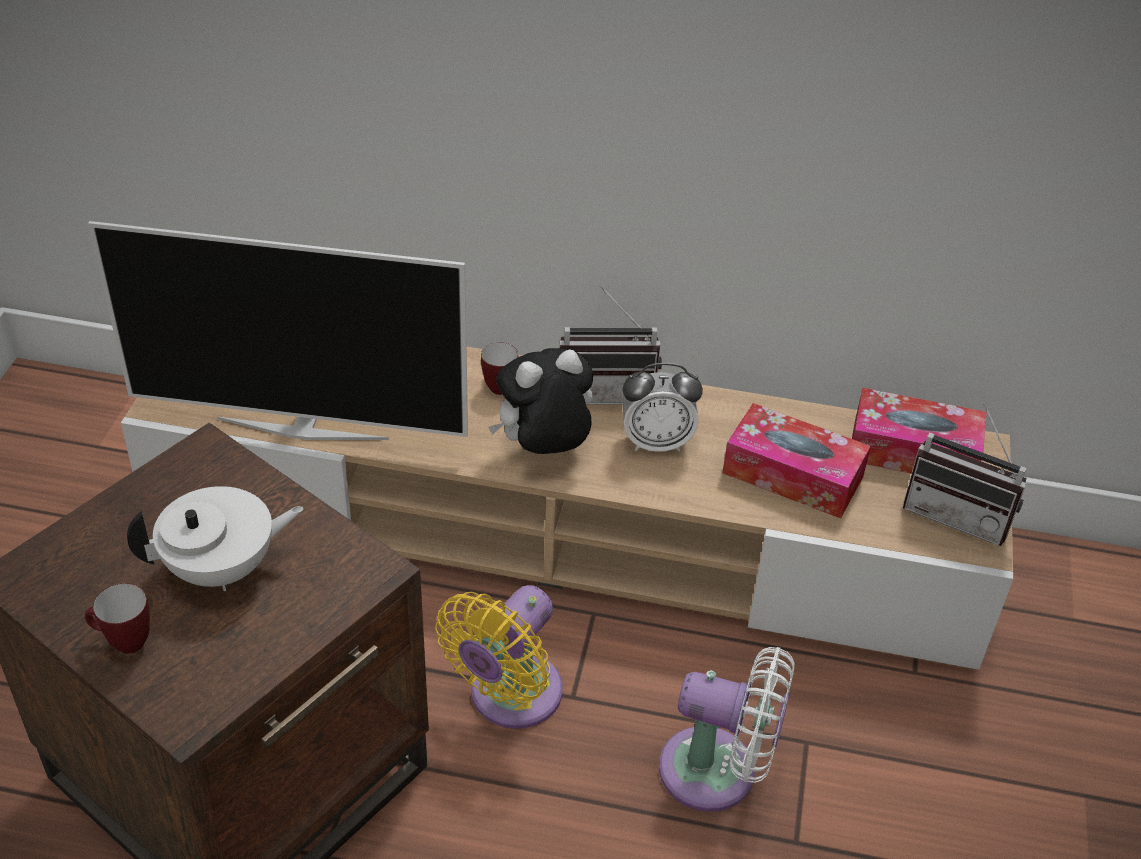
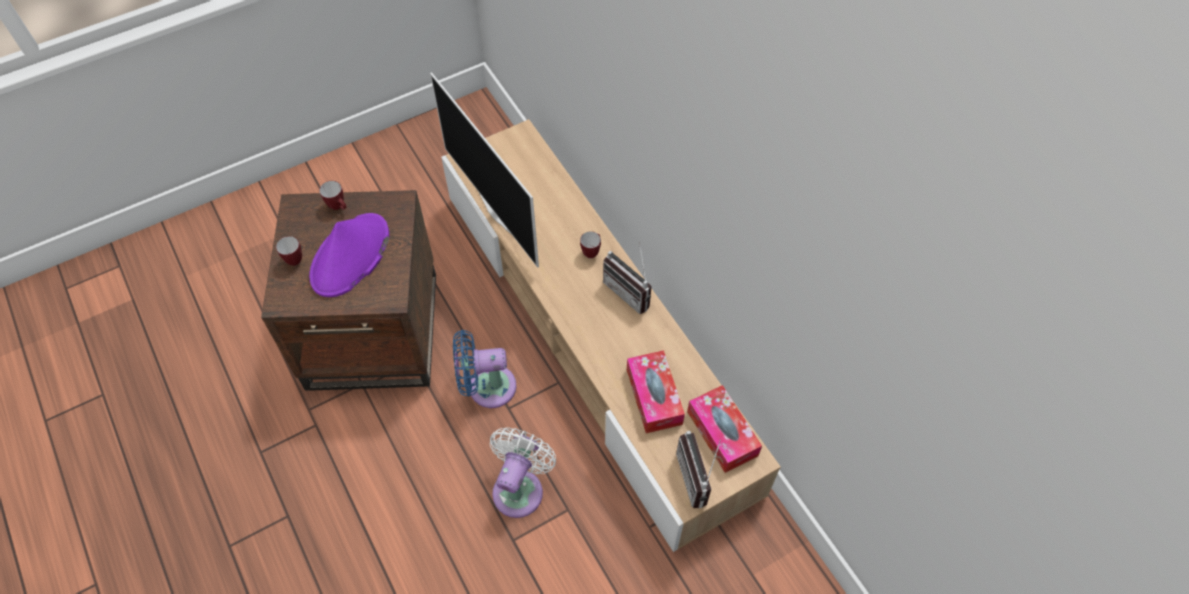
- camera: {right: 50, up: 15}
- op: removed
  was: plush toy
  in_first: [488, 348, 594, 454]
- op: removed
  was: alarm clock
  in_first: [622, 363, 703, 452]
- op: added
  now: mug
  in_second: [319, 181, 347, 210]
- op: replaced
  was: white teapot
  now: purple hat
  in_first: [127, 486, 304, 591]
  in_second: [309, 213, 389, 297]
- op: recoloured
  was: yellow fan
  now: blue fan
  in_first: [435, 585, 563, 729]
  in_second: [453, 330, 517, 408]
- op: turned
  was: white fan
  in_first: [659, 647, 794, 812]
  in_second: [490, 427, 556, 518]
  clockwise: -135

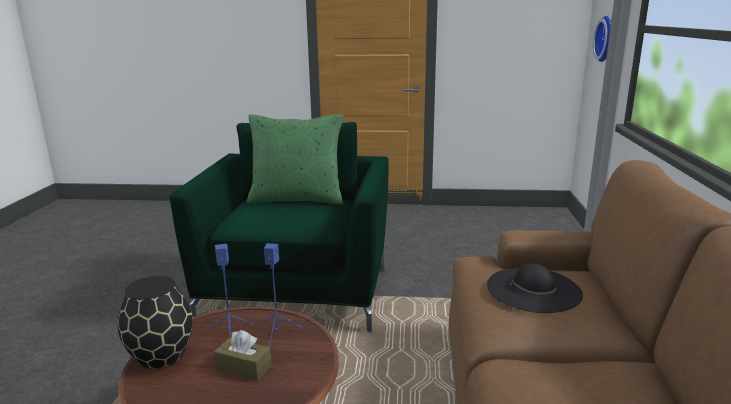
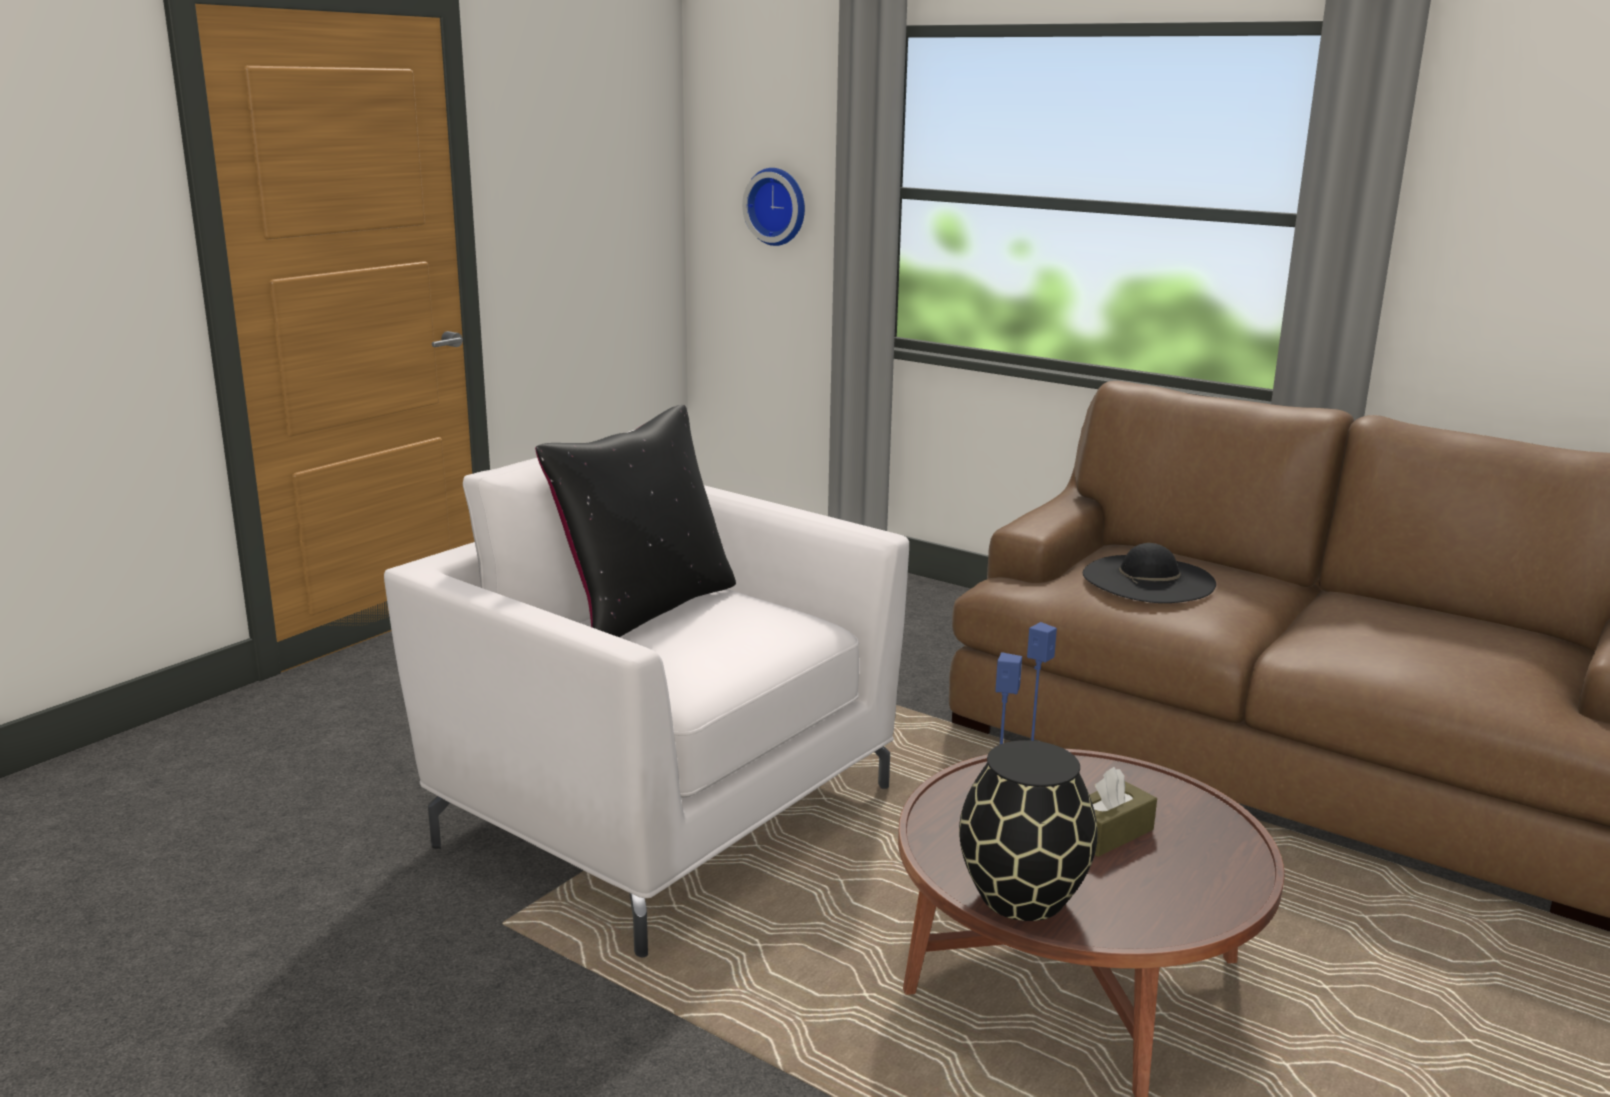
- camera: {right: -60, up: 0}
- op: recoloured
  was: green armchair
  now: white armchair
  in_first: [170, 122, 389, 332]
  in_second: [384, 429, 909, 957]
- op: recoloured
  was: green pillow
  now: black pillow
  in_first: [247, 114, 344, 204]
  in_second: [535, 405, 736, 637]

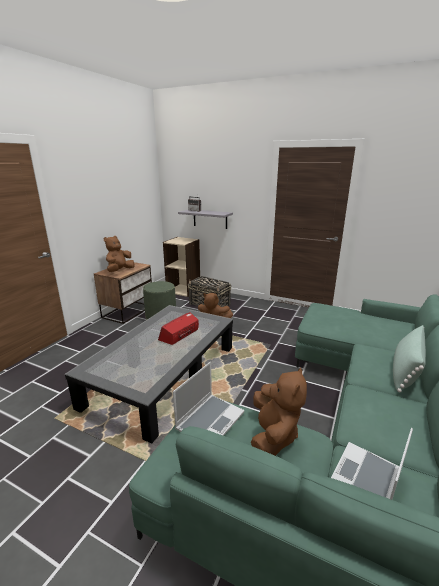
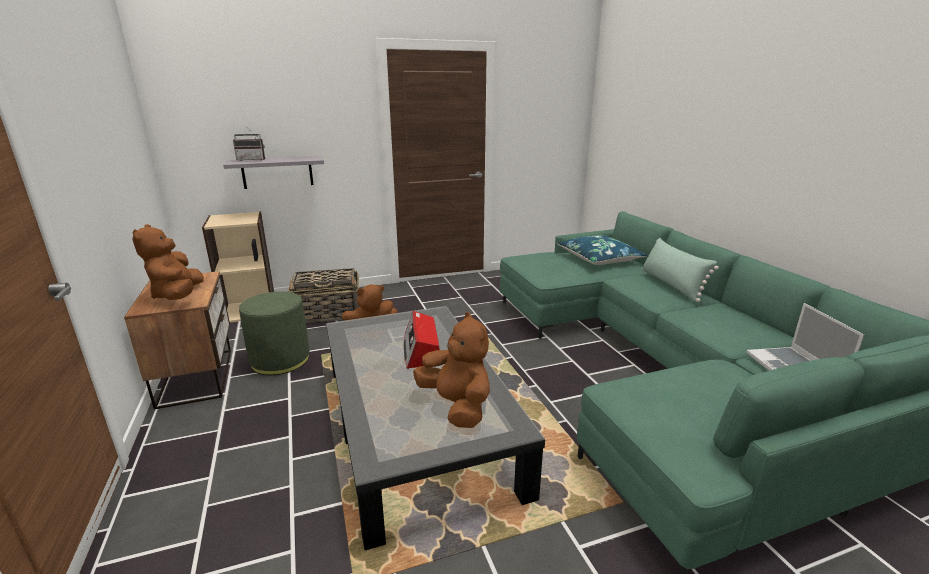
- camera: {right: -45, up: 0}
- op: removed
  was: laptop
  in_first: [173, 362, 245, 436]
- op: added
  now: blue pillow
  in_second: [557, 235, 647, 265]
- op: moved
  was: brown plush toy
  in_first: [251, 368, 307, 456]
  in_second: [413, 312, 490, 428]

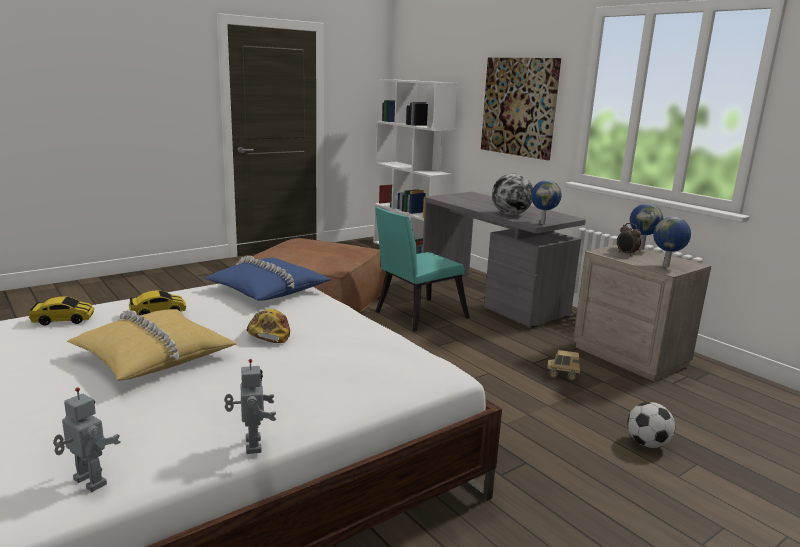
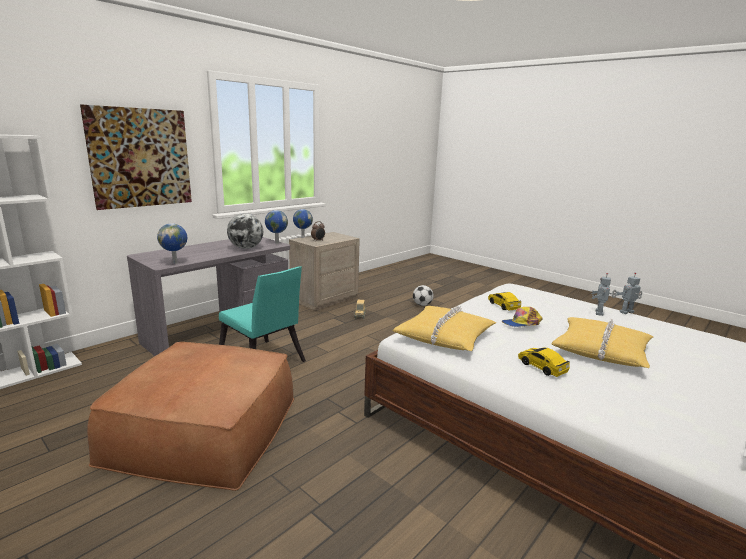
- camera: {right: -100, up: 0}
- op: moved
  was: toy car
  in_first: [29, 296, 94, 325]
  in_second: [488, 292, 521, 311]
- op: moved
  was: toy robot
  in_first: [53, 387, 120, 492]
  in_second: [591, 273, 617, 316]
- op: moved
  was: globe
  in_first: [653, 217, 691, 267]
  in_second: [157, 223, 187, 264]
- op: recoloured
  was: blue pillow
  now: yellow pillow
  in_first: [204, 256, 331, 301]
  in_second: [393, 306, 496, 351]

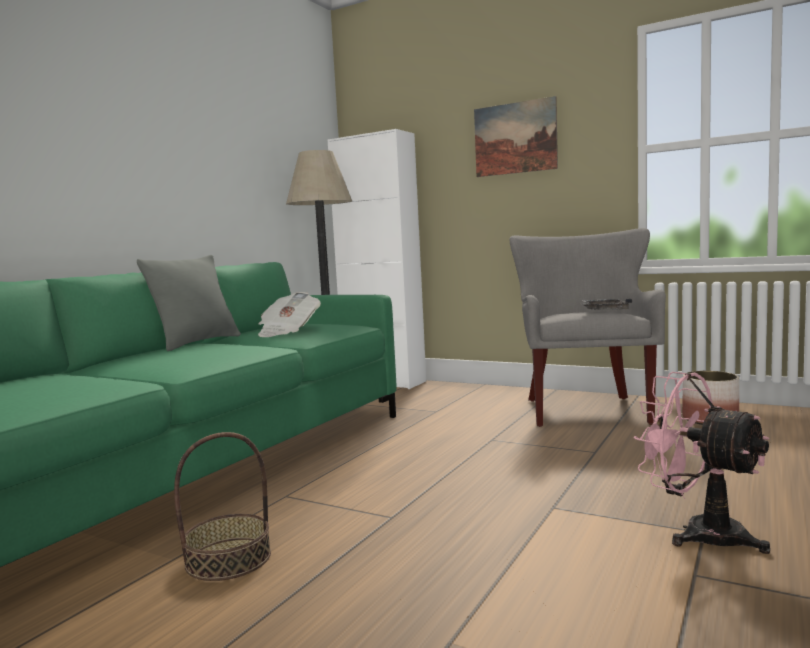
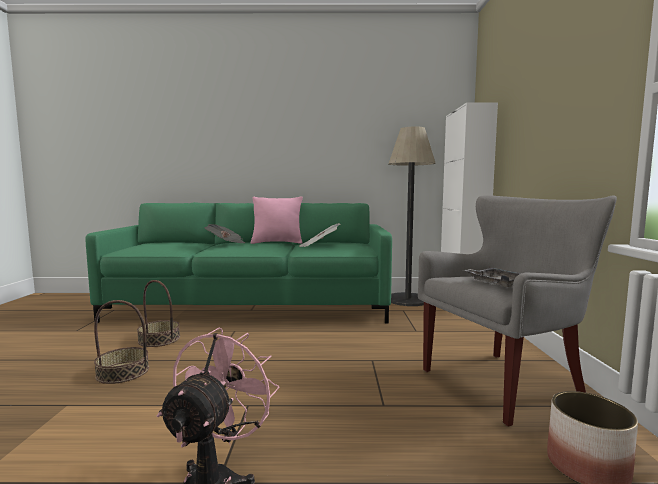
- camera: {right: 60, up: 0}
- op: removed
  was: picture
  in_first: [474, 96, 558, 177]
- op: added
  now: basket
  in_second: [94, 300, 149, 384]
- op: added
  now: newspaper
  in_second: [205, 224, 246, 243]
- op: recoloured
  was: grey pillow
  now: pink pillow
  in_first: [137, 255, 241, 351]
  in_second: [251, 196, 303, 244]

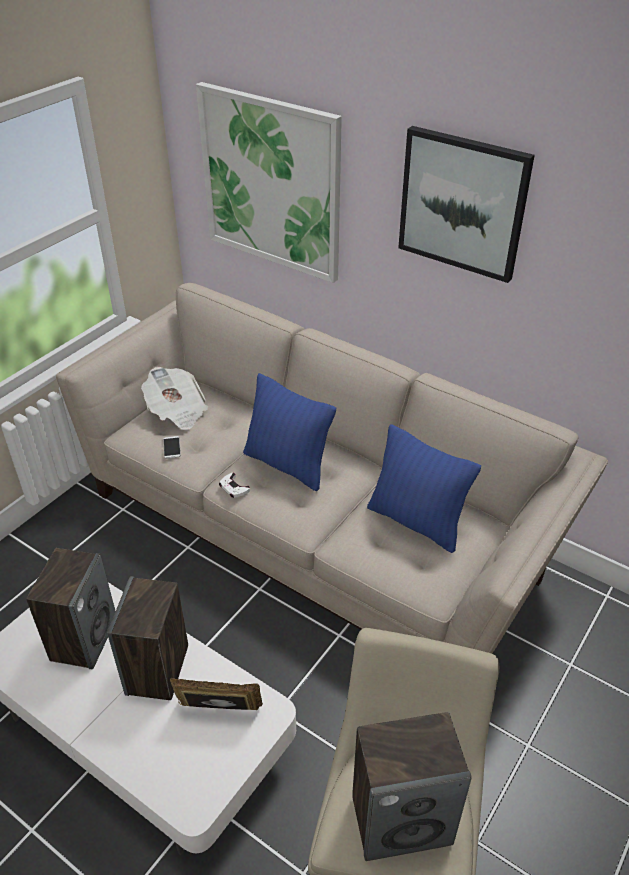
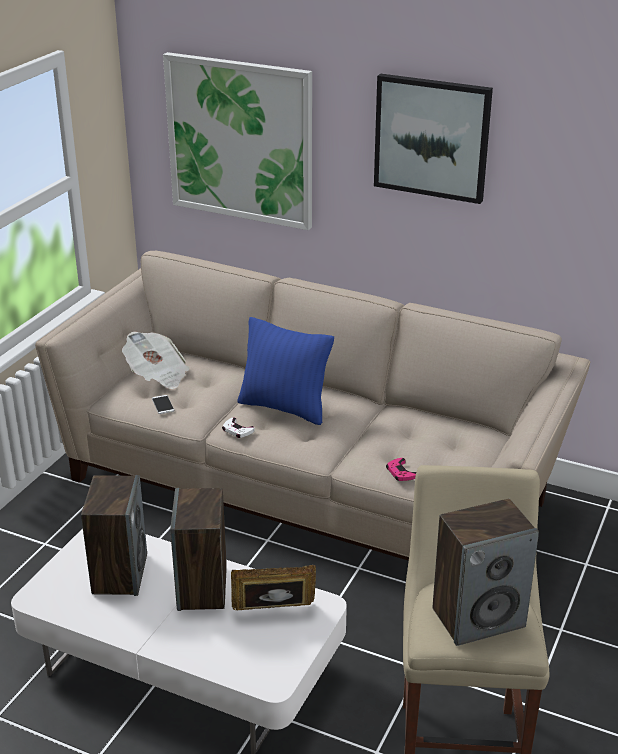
- camera: {right: -10, up: -10}
- op: removed
  was: blue pillow
  in_first: [367, 424, 481, 553]
- op: added
  now: pink game controller
  in_second: [386, 458, 416, 481]

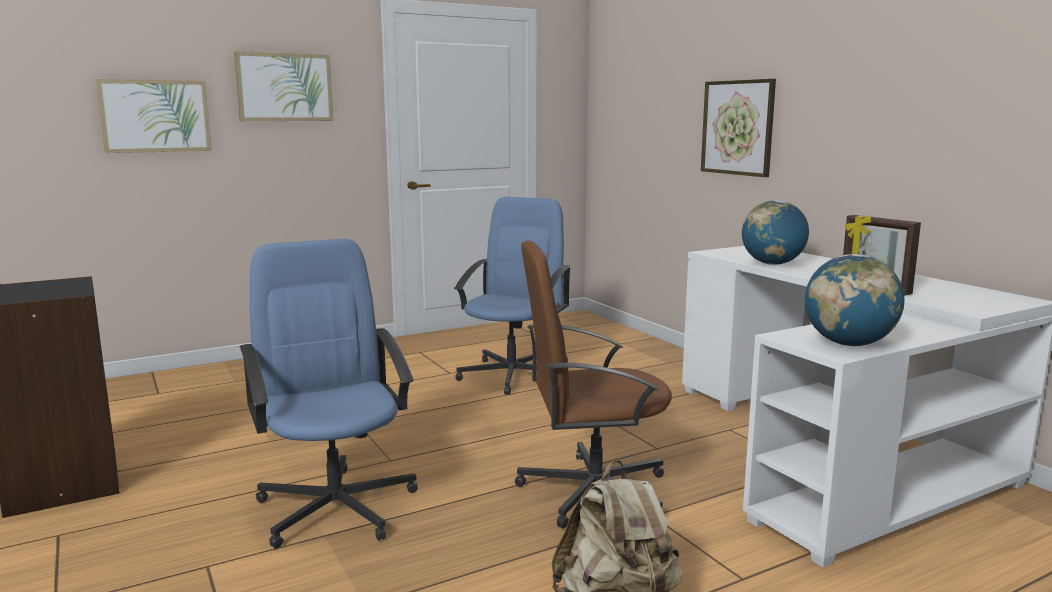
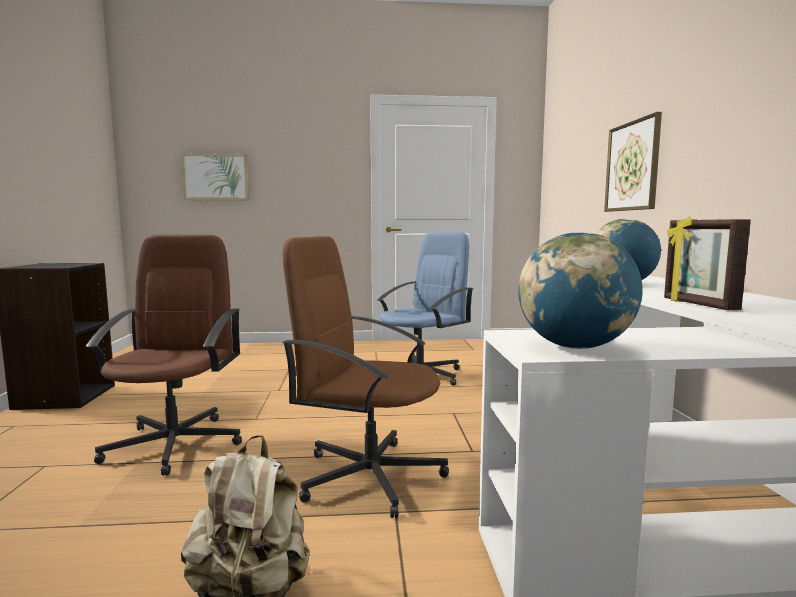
- camera: {right: 25, up: -5}
- op: removed
  was: picture
  in_first: [234, 51, 333, 121]
- op: recoloured
  was: blue office chair
  now: brown office chair
  in_first: [239, 239, 418, 548]
  in_second: [86, 235, 242, 476]

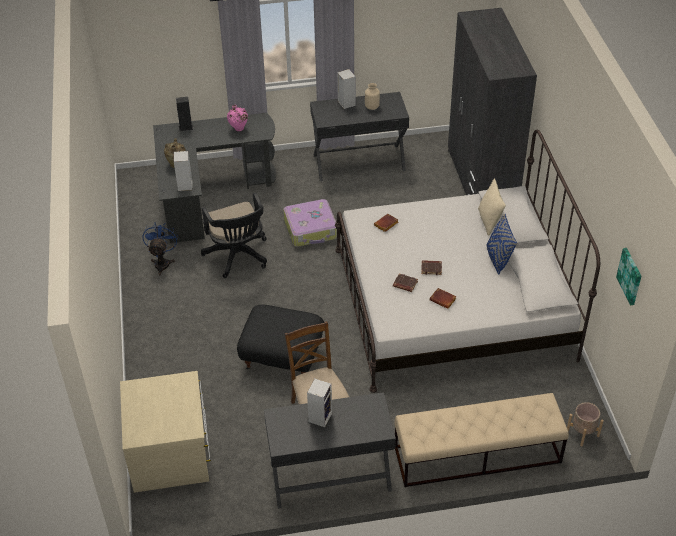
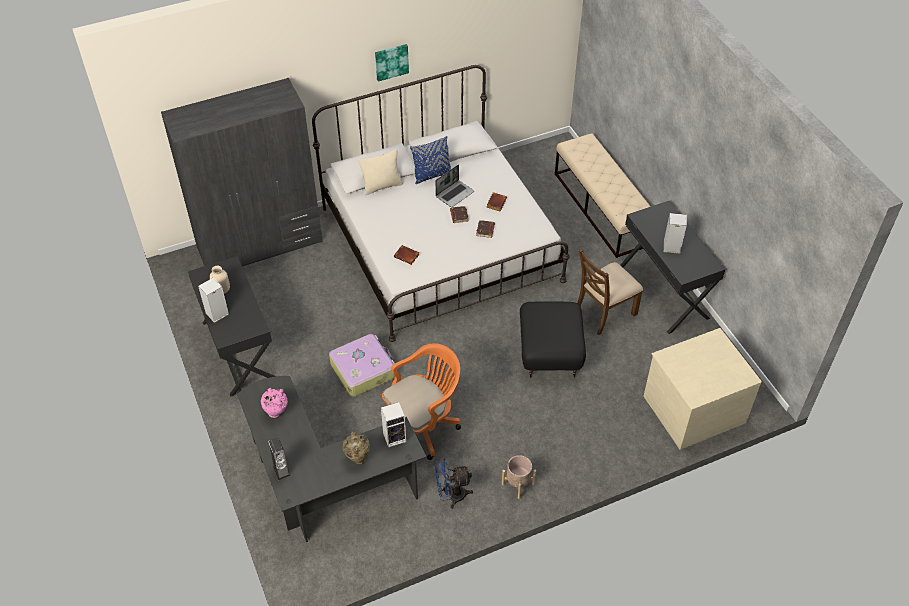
- camera: {right: -105, up: 5}
- op: added
  now: laptop
  in_second: [435, 164, 474, 207]
- op: moved
  was: beige planter
  in_first: [567, 402, 604, 446]
  in_second: [502, 455, 536, 499]
- op: moved
  was: picture
  in_first: [616, 248, 641, 305]
  in_second: [375, 44, 409, 82]
- op: recoloured
  was: black office chair
  now: orange office chair
  in_first: [201, 193, 267, 278]
  in_second: [382, 343, 461, 460]

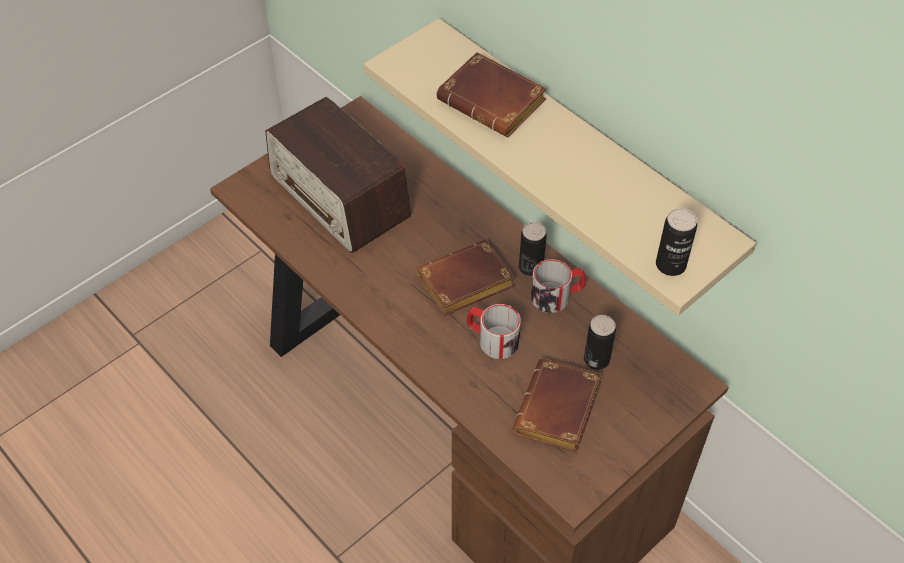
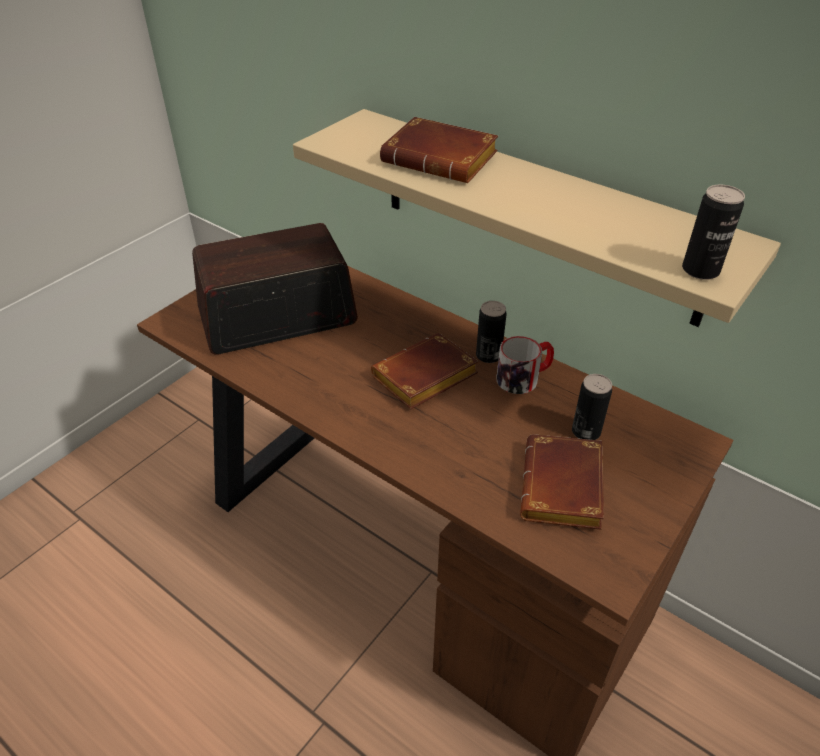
- camera: {right: -10, up: -10}
- op: removed
  was: mug
  in_first: [467, 304, 521, 359]
- op: turned
  was: radio
  in_first: [266, 97, 411, 253]
  in_second: [192, 223, 358, 354]
  clockwise: 120

